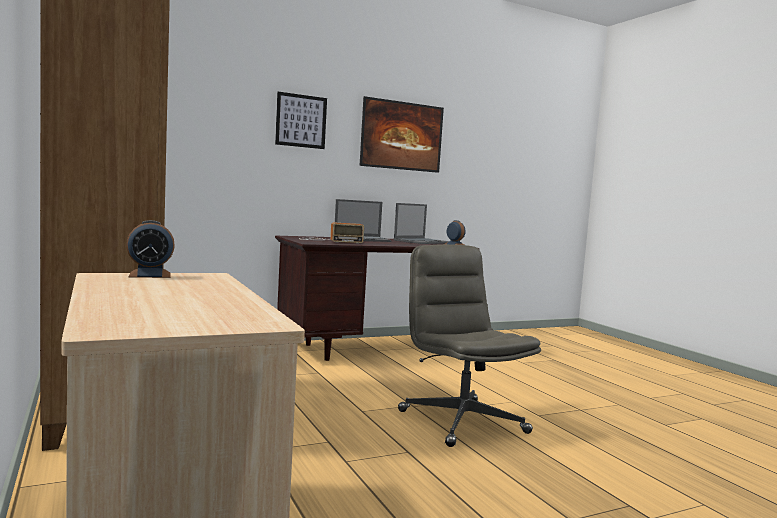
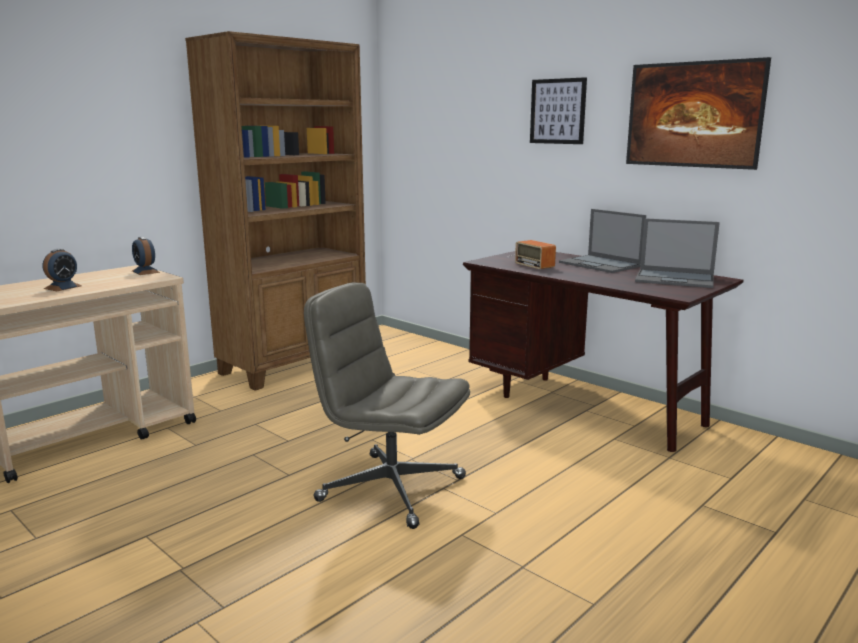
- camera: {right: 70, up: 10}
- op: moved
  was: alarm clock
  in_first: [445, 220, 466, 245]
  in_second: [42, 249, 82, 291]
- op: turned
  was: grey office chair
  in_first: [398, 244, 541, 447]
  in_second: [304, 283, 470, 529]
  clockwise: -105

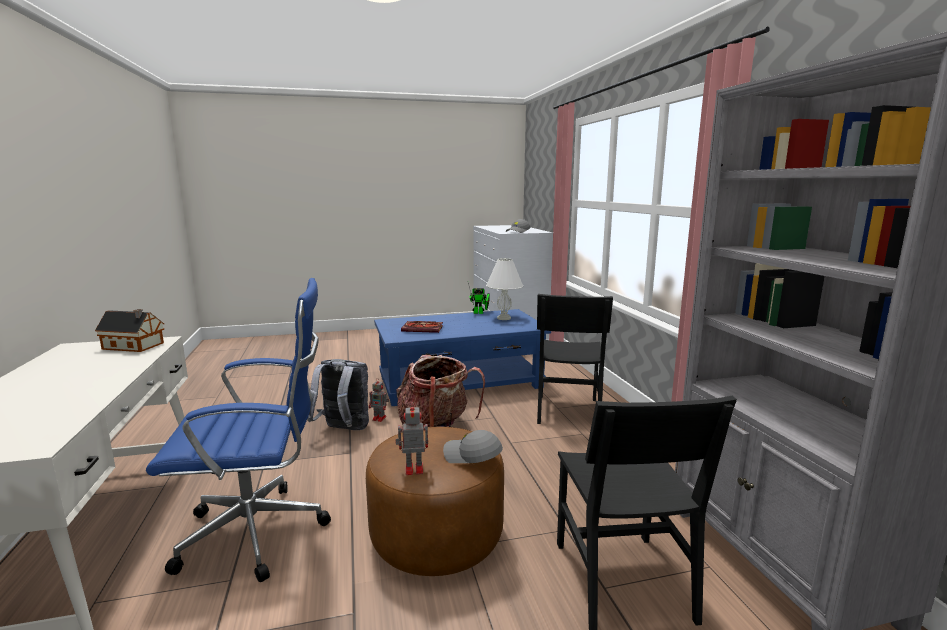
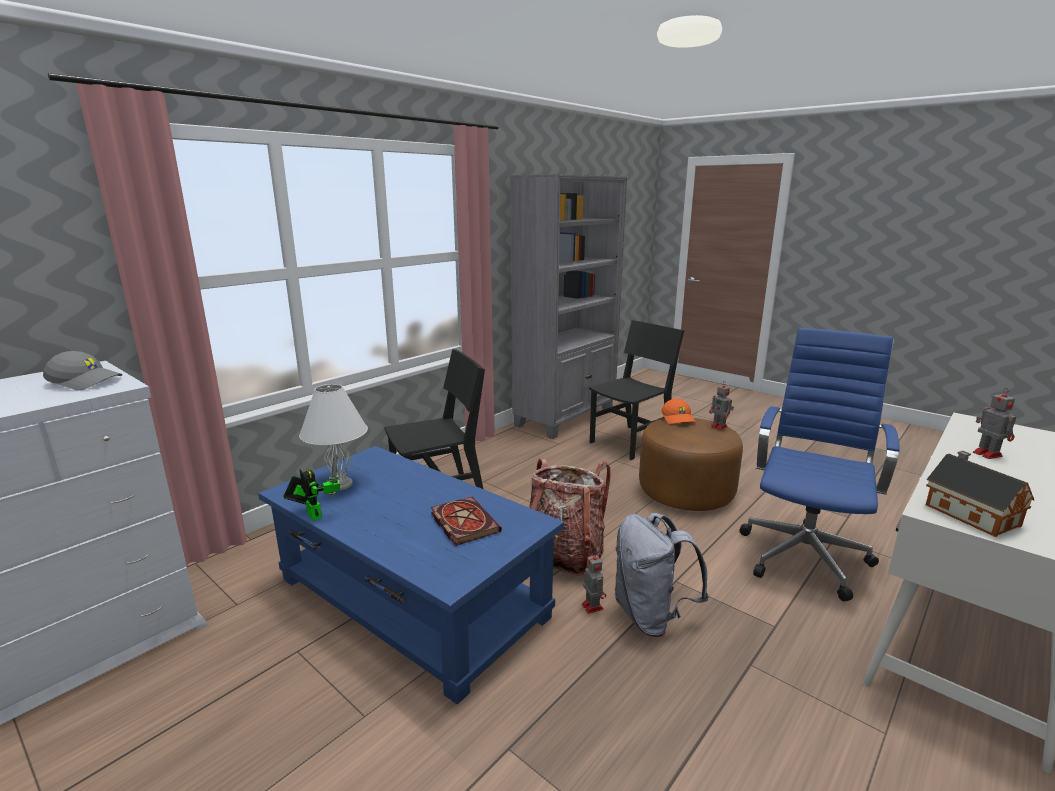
- camera: {right: -125, up: 5}
- op: added
  now: toy robot
  in_second: [973, 388, 1016, 459]
- op: recoloured
  was: grey cap
  now: orange cap
  in_first: [443, 430, 503, 463]
  in_second: [661, 399, 696, 424]
- op: turned
  was: blue office chair
  in_first: [146, 278, 331, 582]
  in_second: [739, 328, 899, 601]
  clockwise: 75

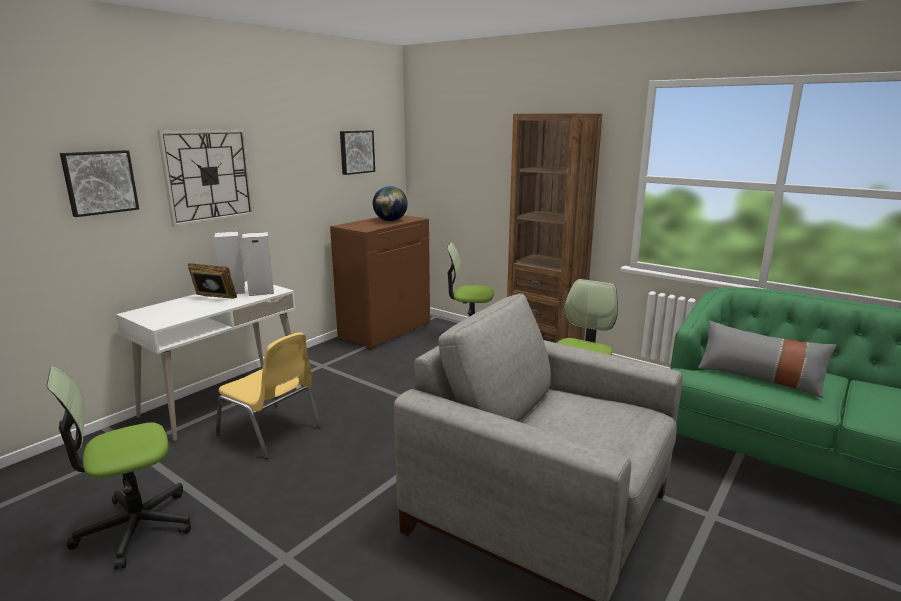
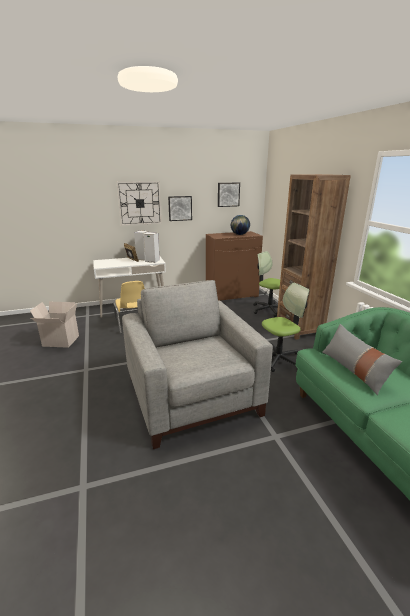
- camera: {right: 35, up: 5}
- op: moved
  was: picture
  in_first: [60, 150, 139, 217]
  in_second: [168, 196, 192, 221]
- op: replaced
  was: office chair
  now: cardboard box
  in_first: [47, 366, 191, 570]
  in_second: [30, 302, 79, 348]

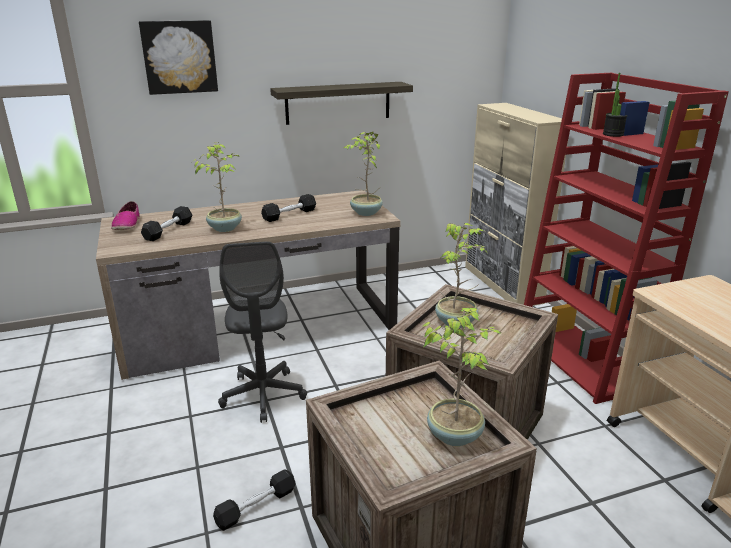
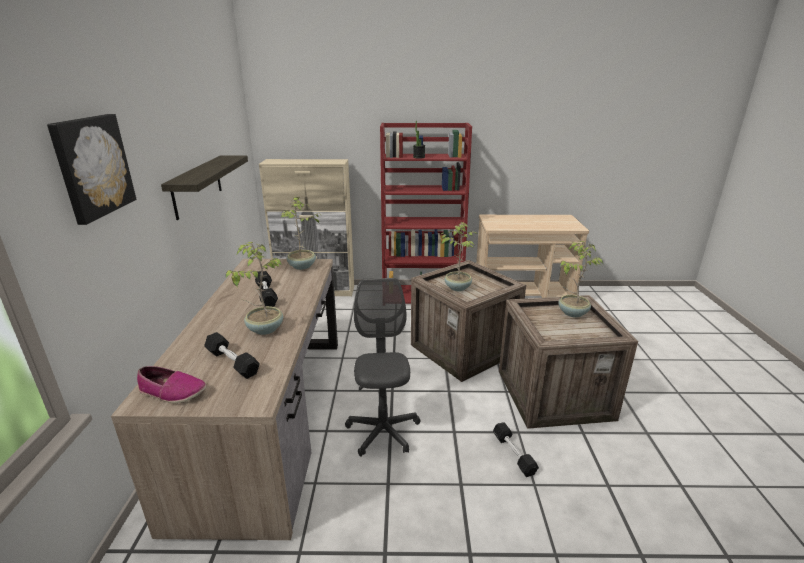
- camera: {right: -70, up: 0}
- op: turned
  was: grey office chair
  in_first: [218, 241, 307, 423]
  in_second: [345, 278, 421, 457]
  clockwise: -105

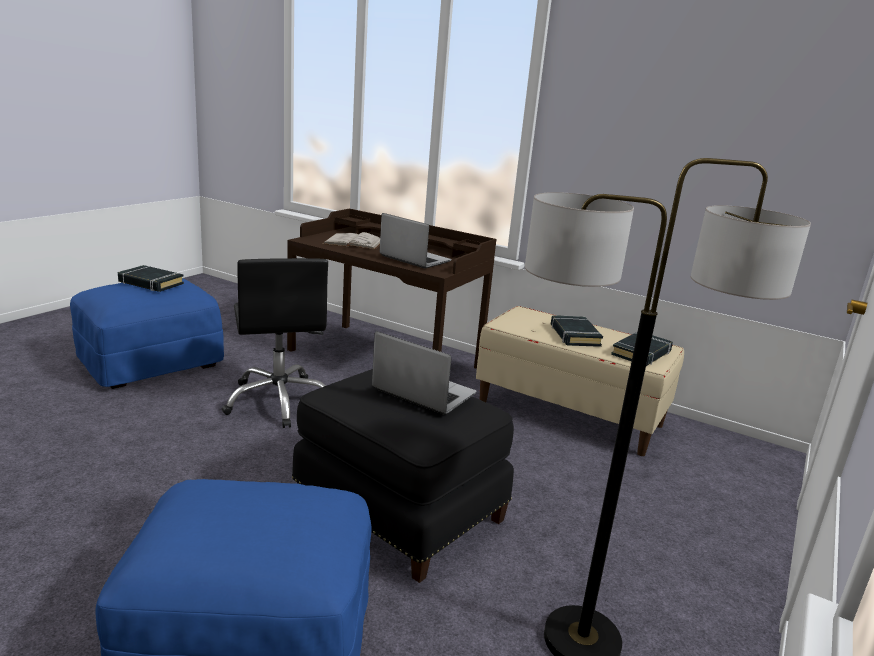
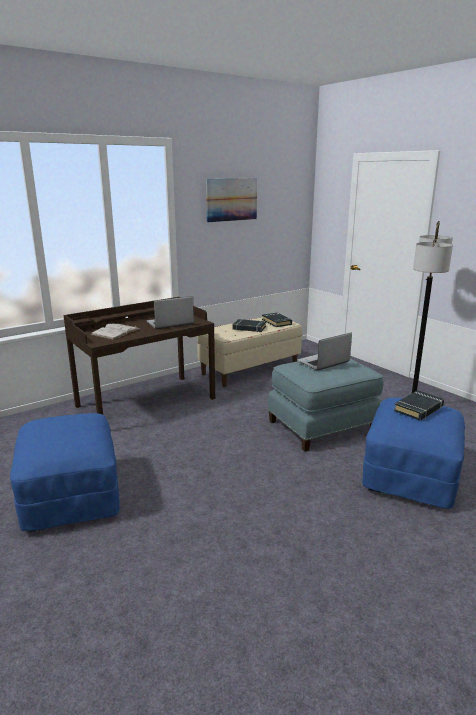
- camera: {right: -65, up: 0}
- op: removed
  was: black office chair
  in_first: [222, 258, 328, 428]
- op: added
  now: picture
  in_second: [206, 178, 257, 222]
- op: moved
  was: black book
  in_first: [118, 265, 184, 292]
  in_second: [394, 390, 444, 421]
- op: recoloured
  was: black ottoman
  now: blue ottoman
  in_first: [292, 369, 514, 583]
  in_second: [268, 359, 384, 452]

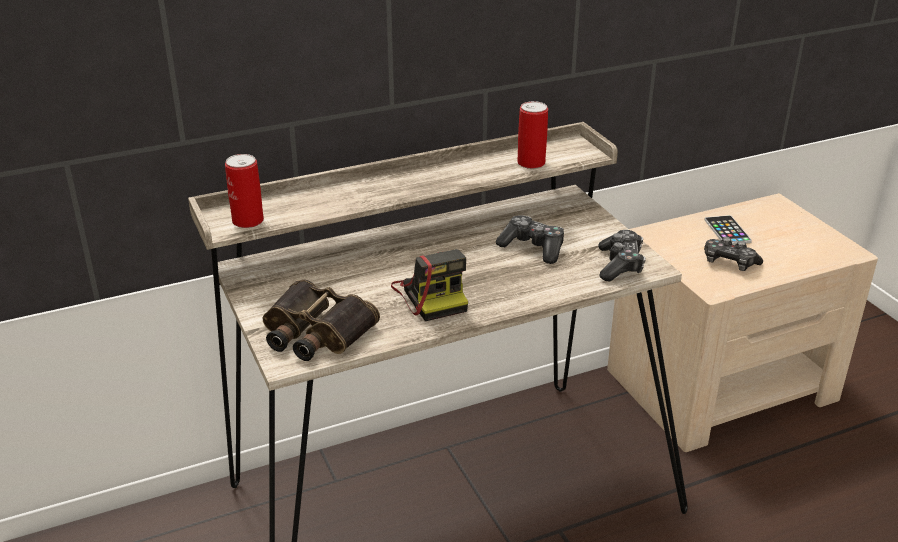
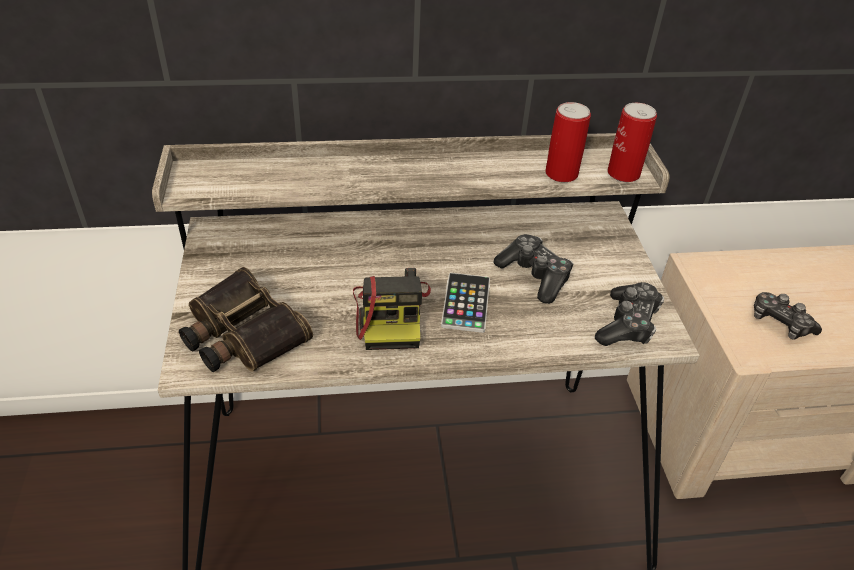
- camera: {right: 15, up: 10}
- op: moved
  was: can
  in_first: [225, 154, 264, 228]
  in_second: [608, 103, 657, 182]
- op: moved
  was: phone
  in_first: [705, 215, 752, 245]
  in_second: [441, 273, 490, 333]

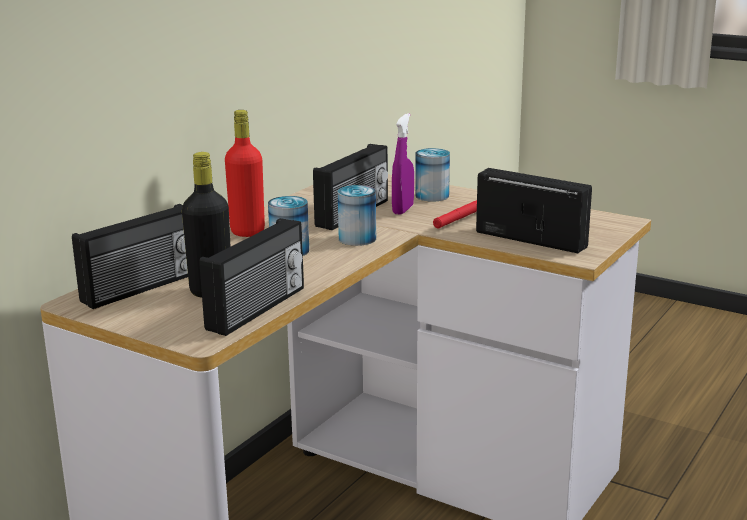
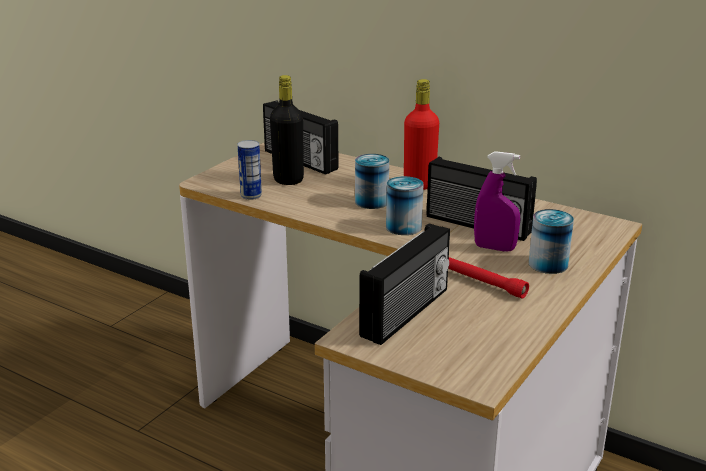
- camera: {right: 90, up: 5}
- op: replaced
  was: radio
  now: can
  in_first: [199, 218, 304, 336]
  in_second: [237, 140, 262, 200]

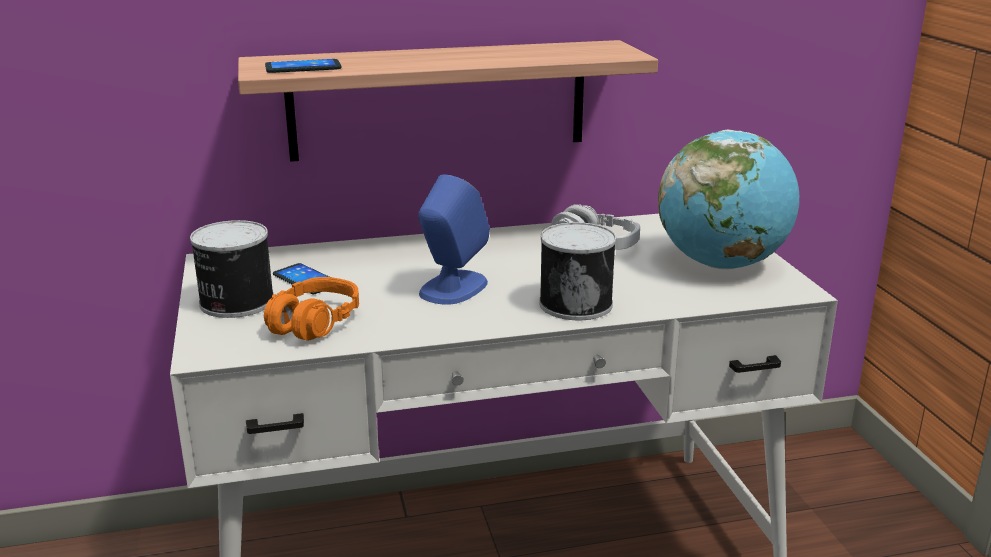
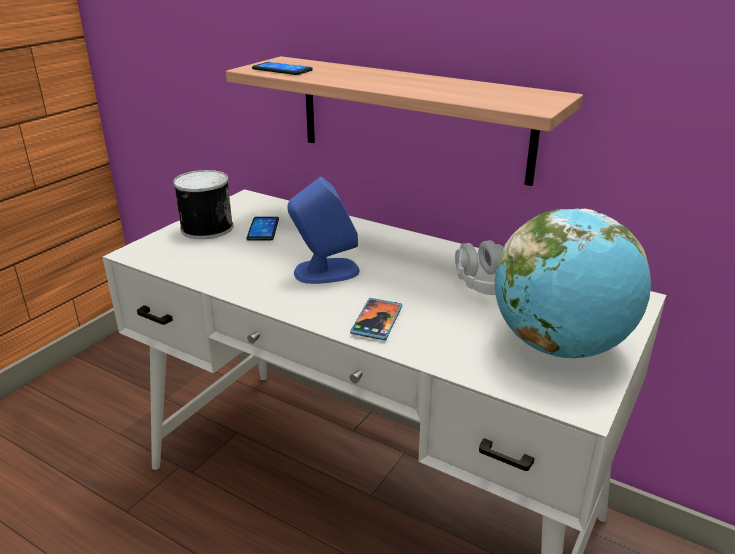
- camera: {right: 45, up: 5}
- op: removed
  was: orange headphones
  in_first: [264, 277, 359, 341]
- op: replaced
  was: can
  now: phone
  in_first: [539, 222, 616, 320]
  in_second: [350, 298, 402, 341]

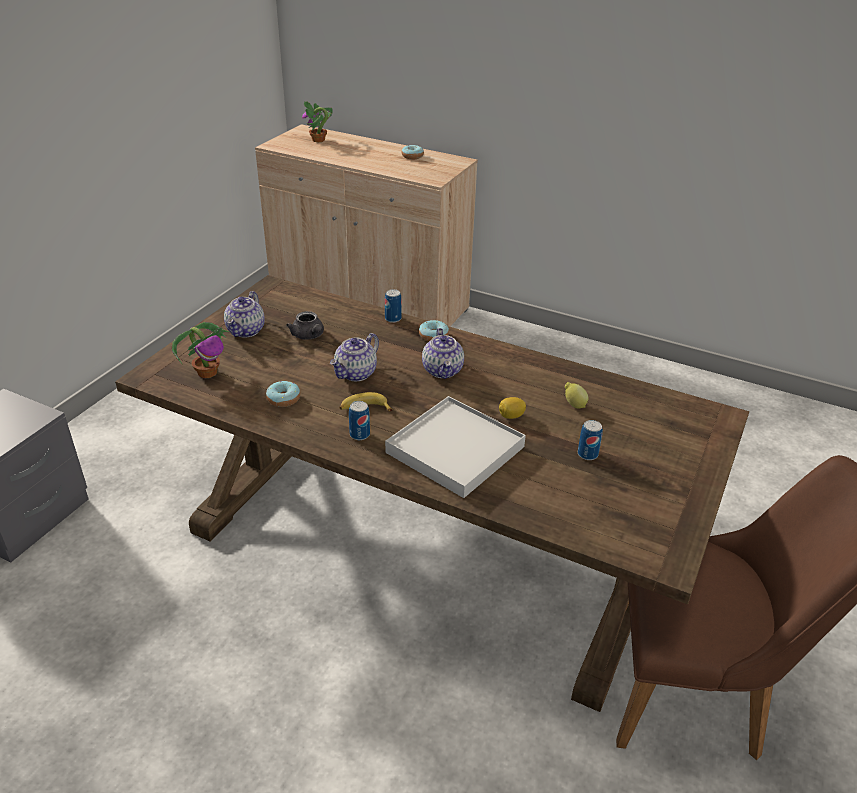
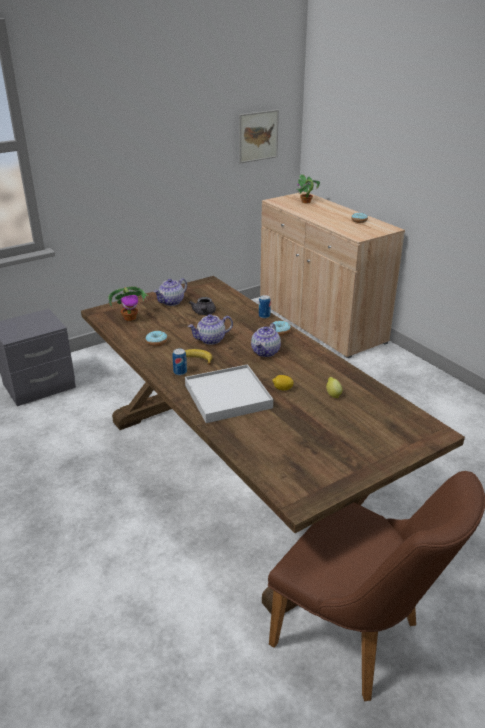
- camera: {right: 30, up: -5}
- op: removed
  was: can
  in_first: [578, 420, 603, 460]
- op: added
  now: picture
  in_second: [239, 110, 279, 163]

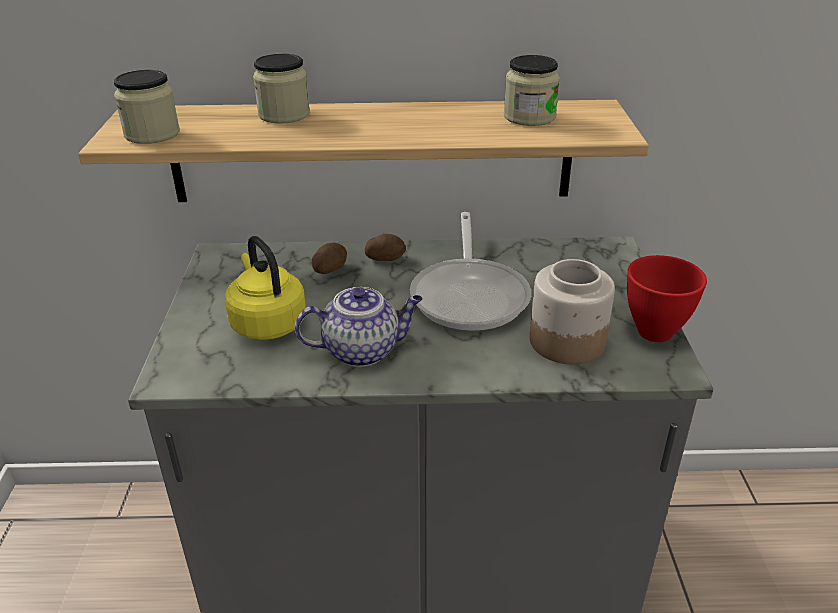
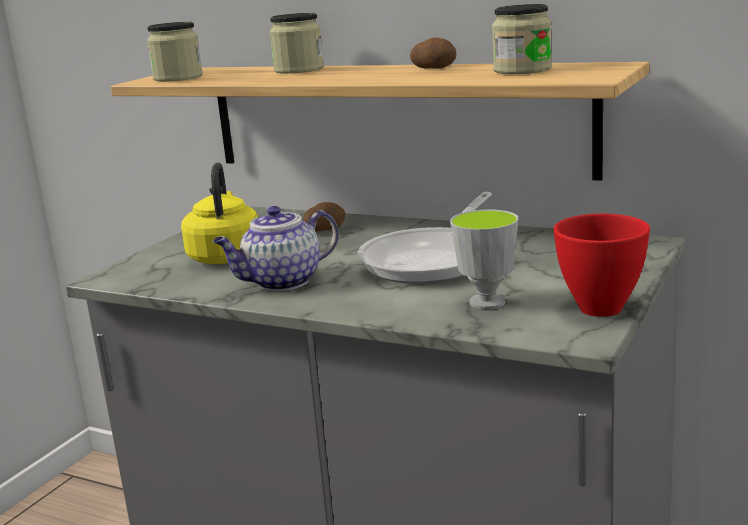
- camera: {right: 30, up: -15}
- op: moved
  was: potato
  in_first: [365, 234, 406, 261]
  in_second: [410, 38, 457, 69]
- op: replaced
  was: jar
  now: cup
  in_first: [530, 259, 615, 364]
  in_second: [450, 209, 518, 309]
- op: turned
  was: teapot
  in_first: [295, 287, 423, 367]
  in_second: [213, 206, 339, 291]
  clockwise: 135

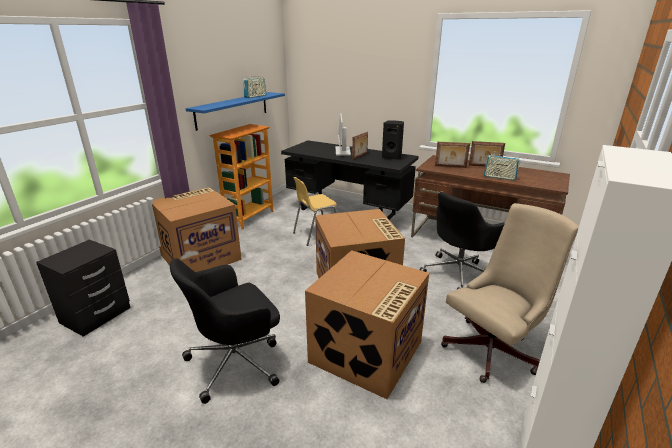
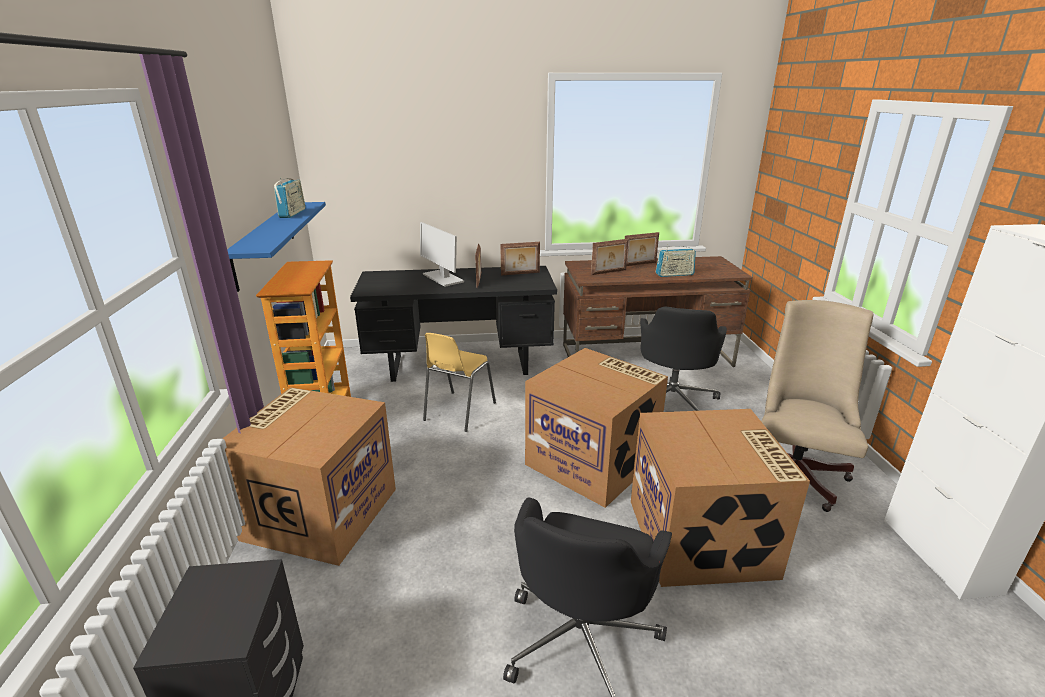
- camera: {right: -35, up: 0}
- op: replaced
  was: black speaker
  now: picture frame
  in_first: [382, 120, 404, 160]
  in_second: [500, 242, 540, 275]

